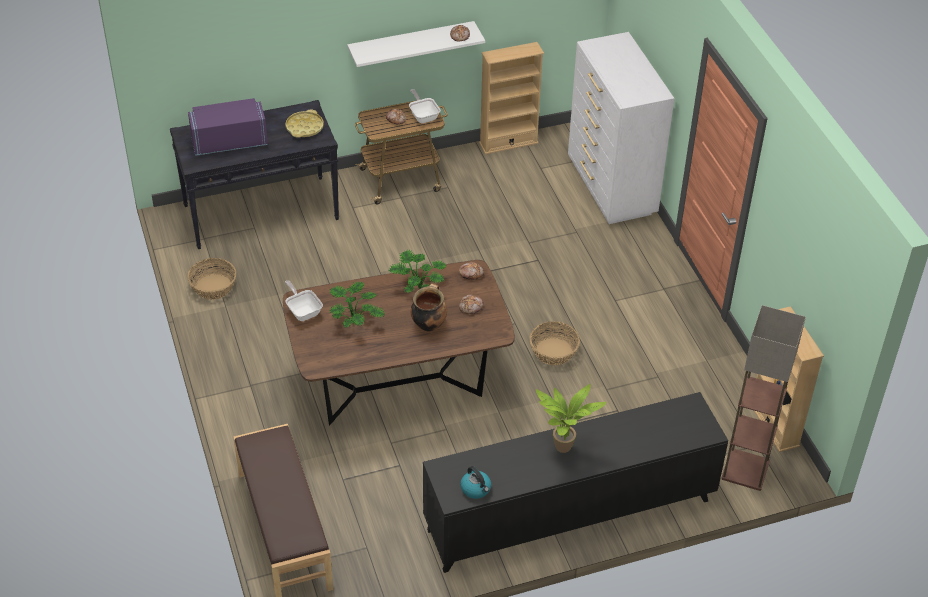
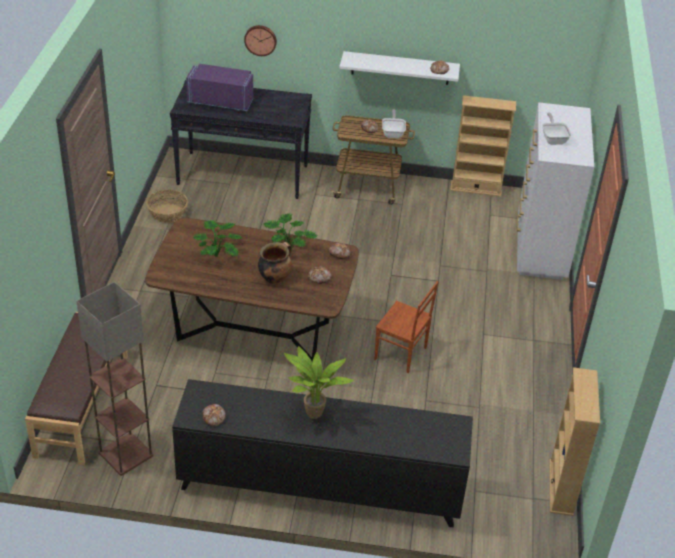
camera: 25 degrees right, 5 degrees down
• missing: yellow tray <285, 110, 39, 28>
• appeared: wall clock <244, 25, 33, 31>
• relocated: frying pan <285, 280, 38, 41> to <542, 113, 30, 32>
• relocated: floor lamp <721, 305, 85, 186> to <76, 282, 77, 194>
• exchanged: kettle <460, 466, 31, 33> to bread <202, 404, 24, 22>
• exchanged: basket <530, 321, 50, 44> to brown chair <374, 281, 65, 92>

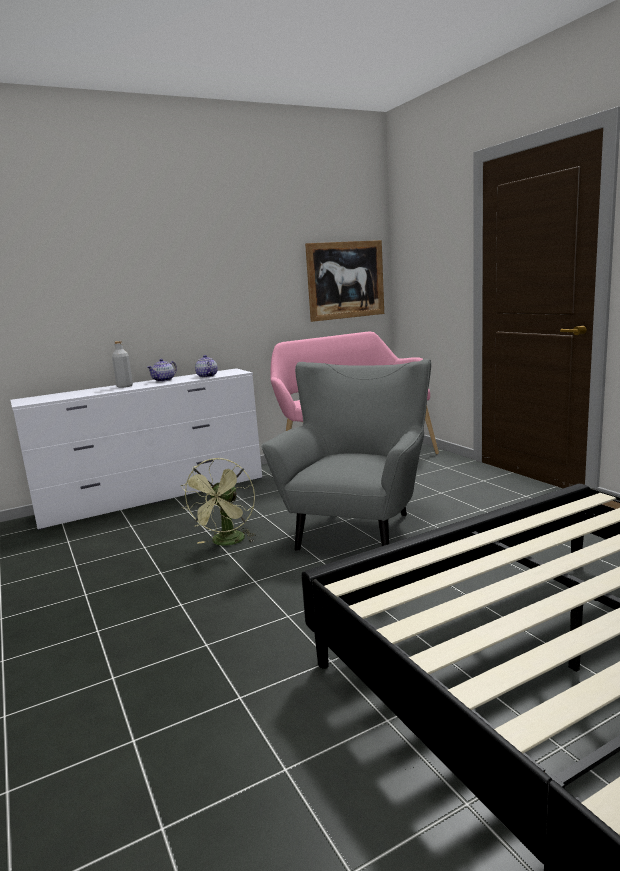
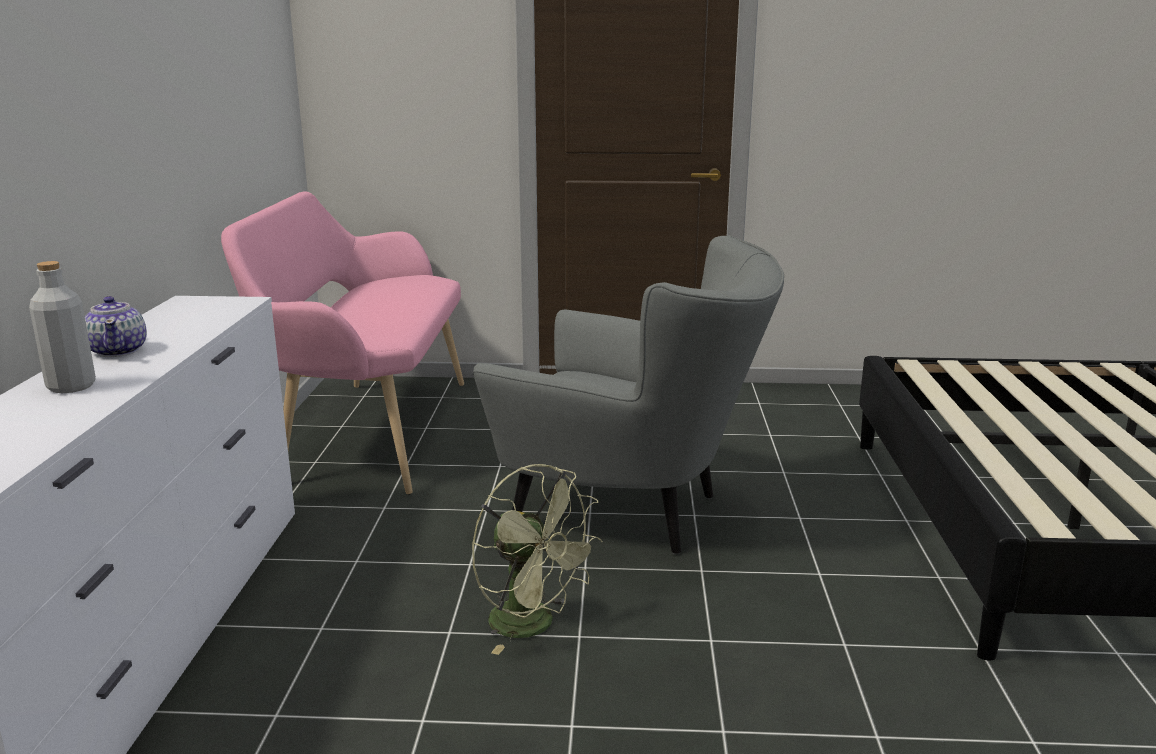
camera: 60 degrees left, 5 degrees up
• missing: teapot <195, 355, 23, 23>
• missing: picture <305, 240, 79, 82>
• spun: grey armchair <261, 359, 170, 193> = <473, 236, 311, 319> 150 degrees clockwise

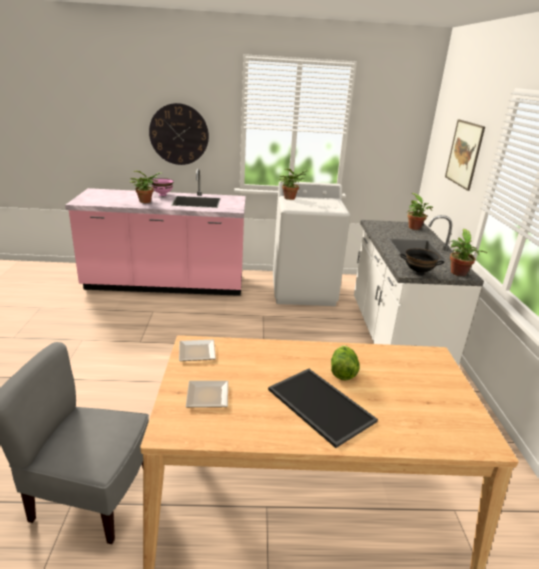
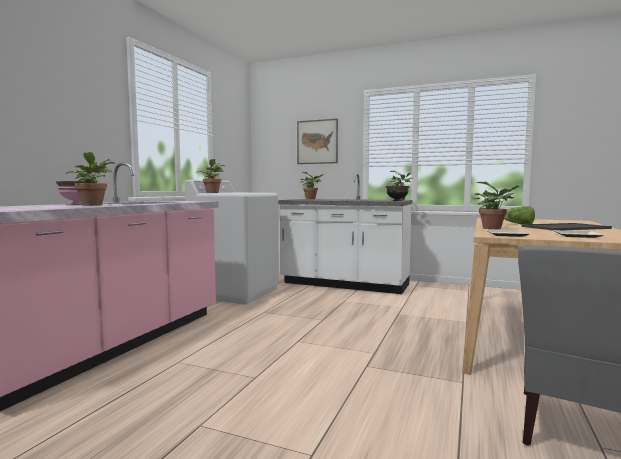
camera: 65 degrees left, 20 degrees down
• missing: wall clock <149, 103, 60, 62>
• appeared: potted plant <473, 182, 49, 47>

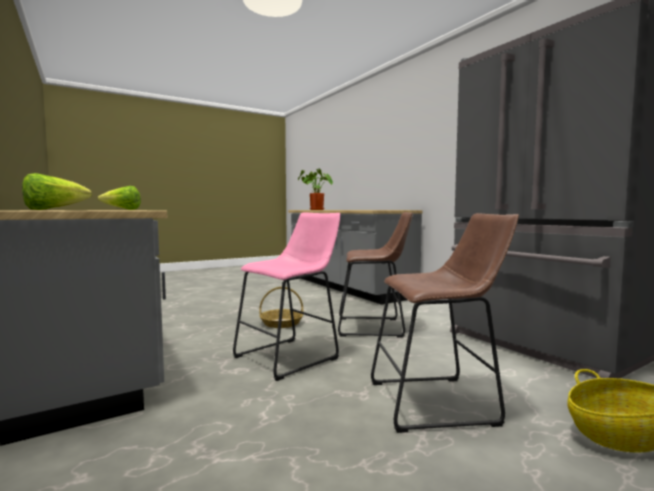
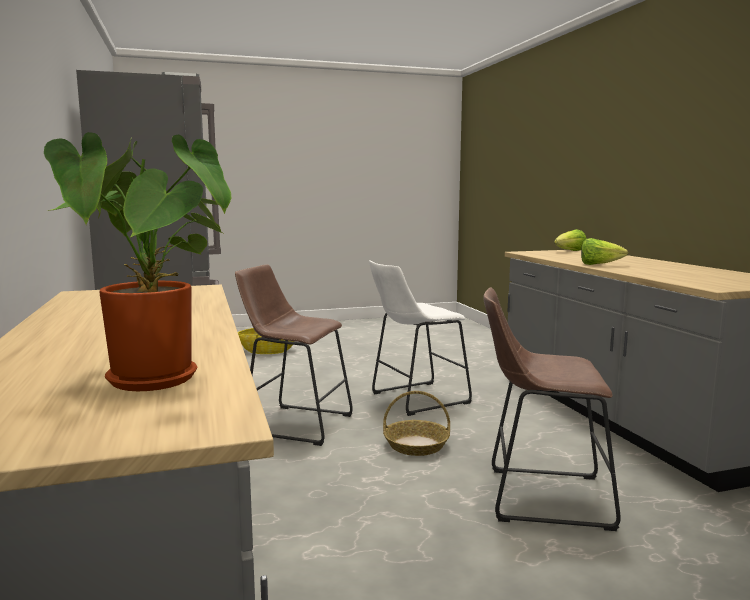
camera: 165 degrees left, 5 degrees up
• relocated: brown stool <371, 213, 148, 220> to <483, 287, 138, 244>
• colour: pink stool <233, 212, 107, 169> to white stool <369, 260, 103, 156>

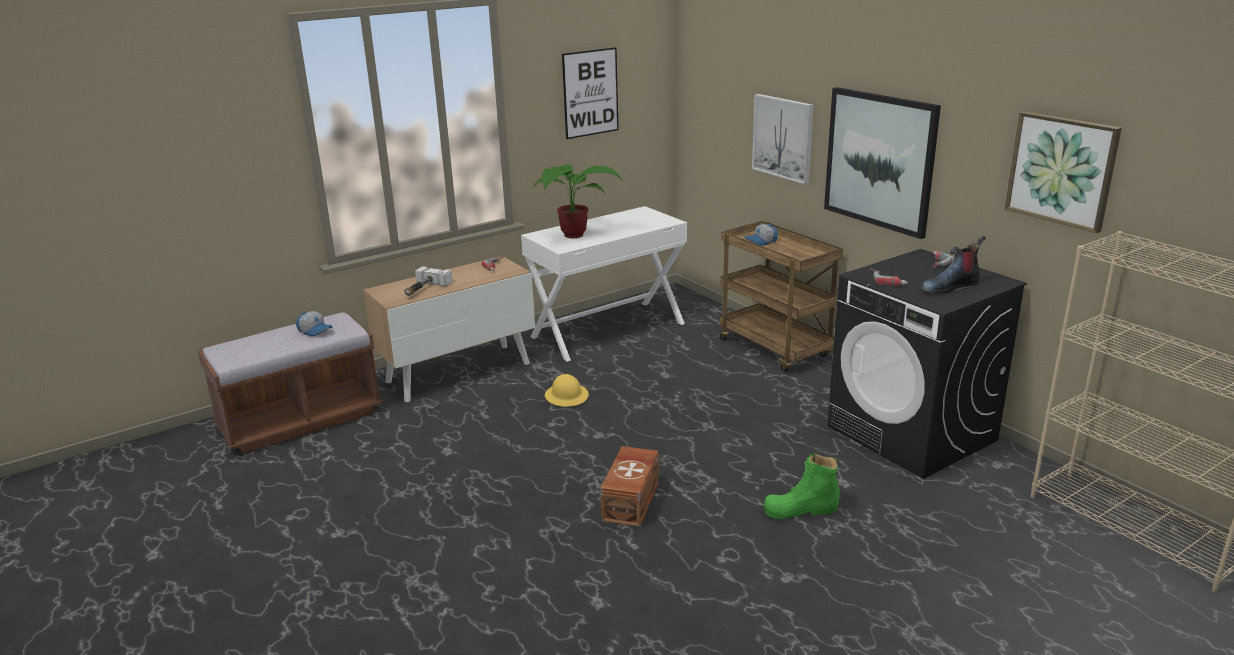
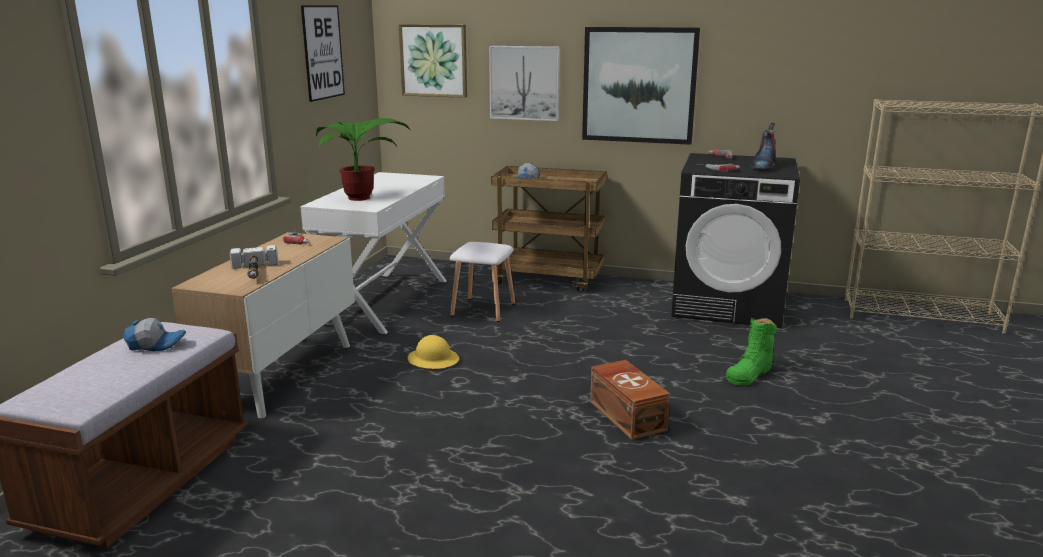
camera: 40 degrees left, 5 degrees down
• appeared: white stool <450, 242, 65, 80>
• relocated: picture <1005, 111, 117, 122> to <399, 24, 68, 74>

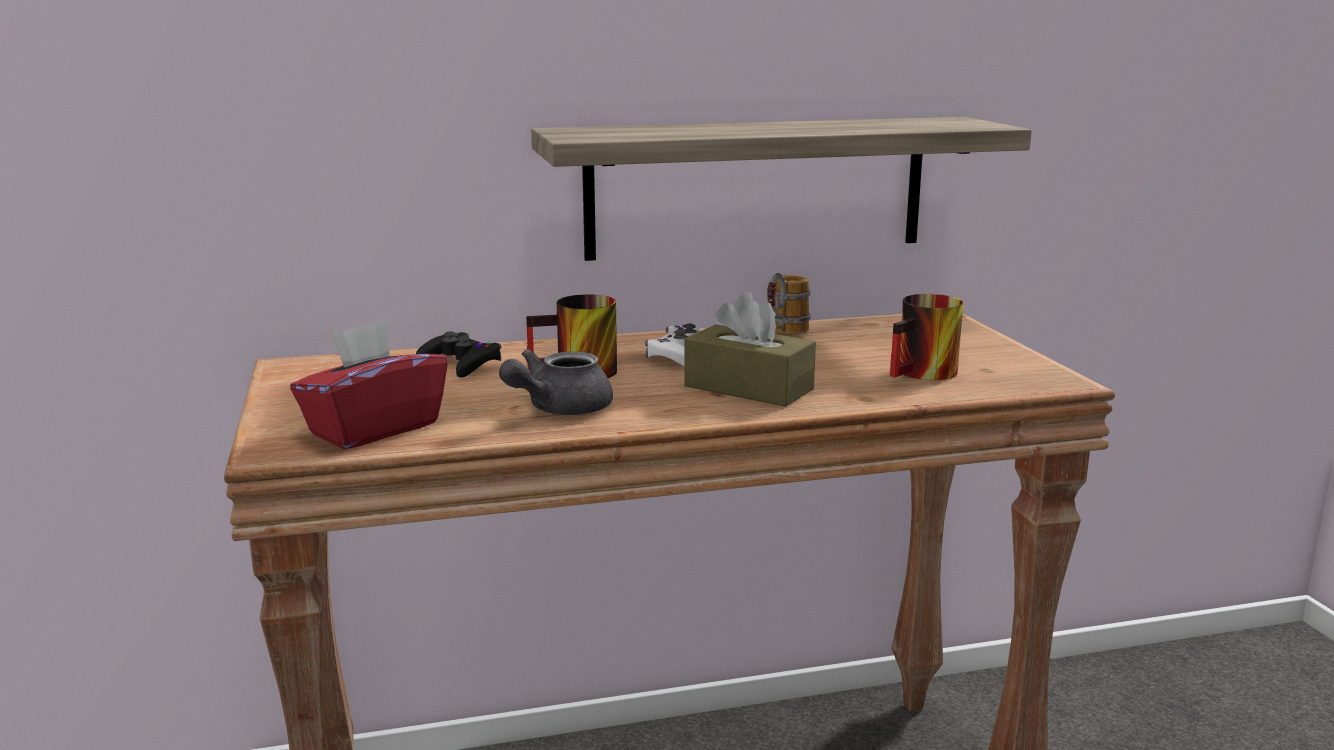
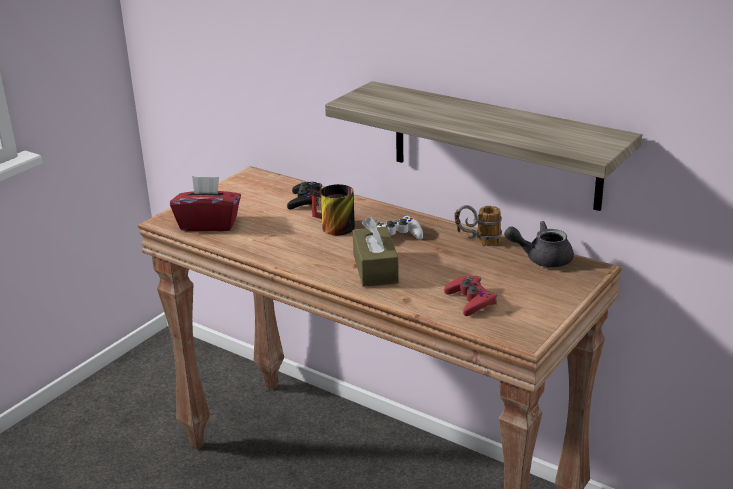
camera: 50 degrees right, 10 degrees up
• relocated: grey teapot <499, 349, 114, 66> to <504, 221, 70, 46>
• exchanged: mug <890, 294, 73, 86> to red game controller <444, 275, 53, 41>

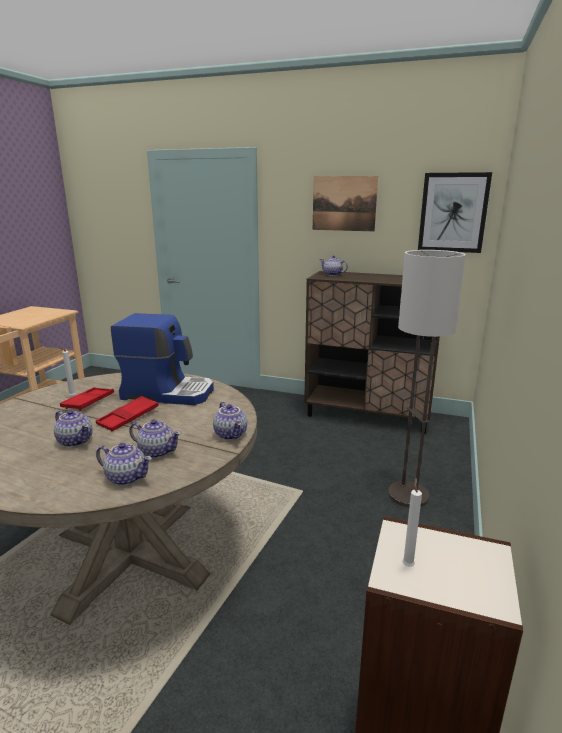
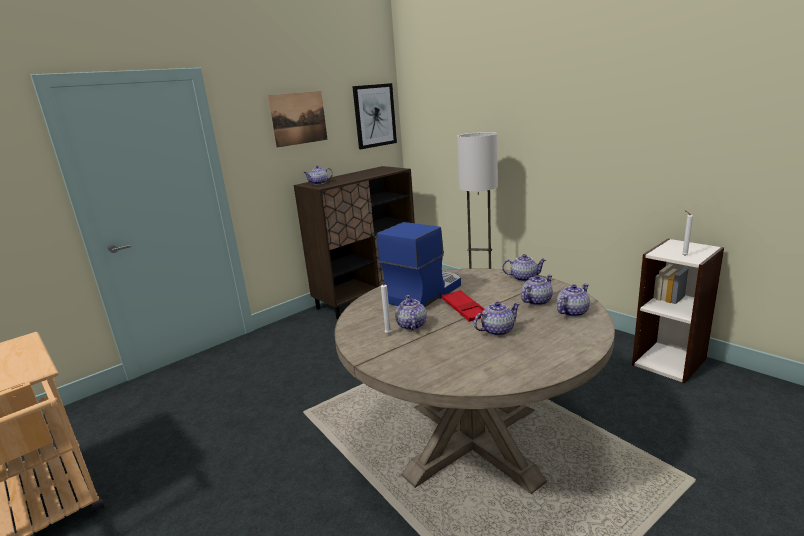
camera: 60 degrees left, 0 degrees up
• exchanged: red tray <60, 387, 54, 24> to teapot <395, 295, 32, 35>

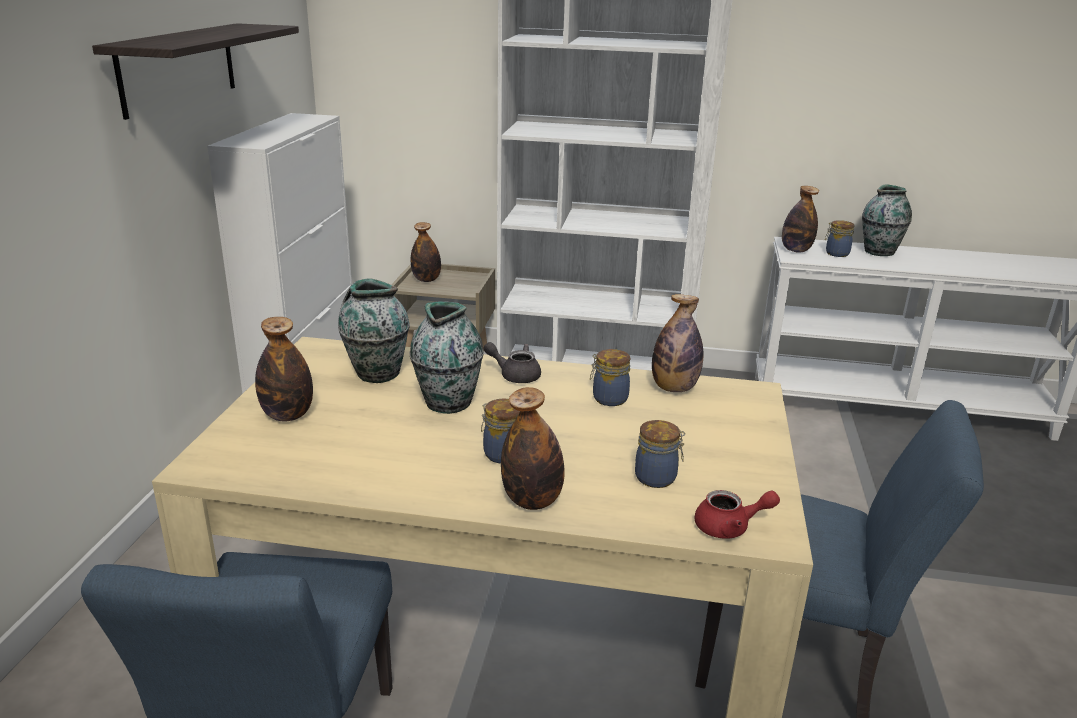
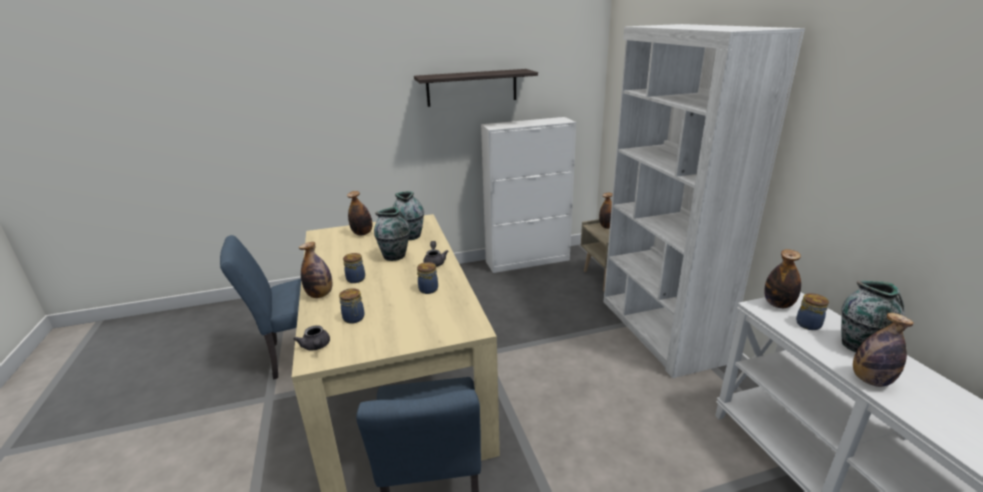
camera: 65 degrees right, 0 degrees up
• relocated: bottle <652, 294, 51, 98> to <853, 313, 61, 74>
• colour: red teapot <695, 490, 85, 49> to grey teapot <293, 325, 37, 26>

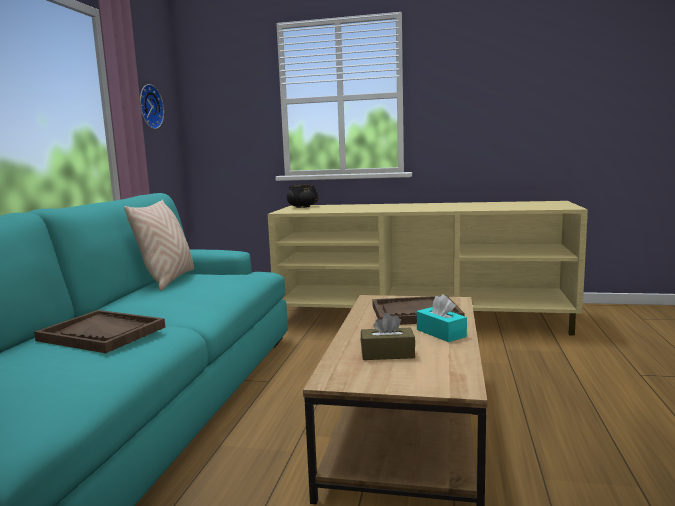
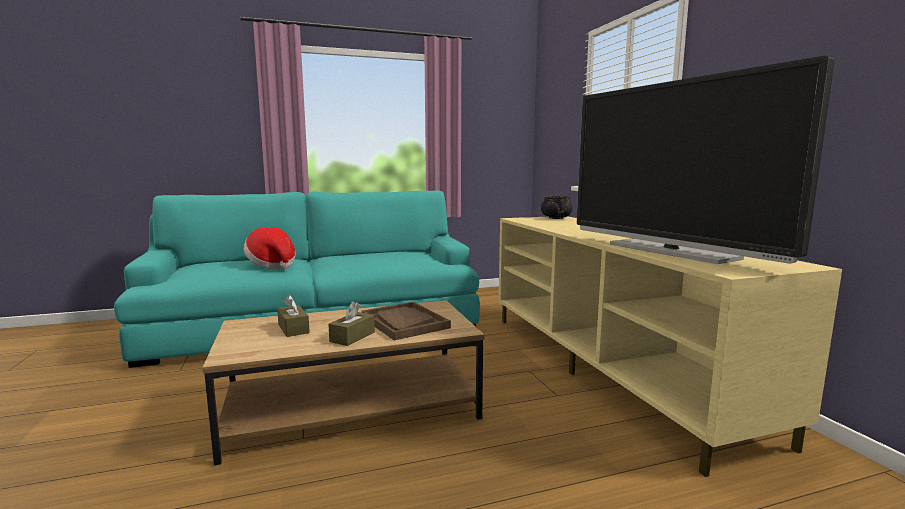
camera: 60 degrees right, 0 degrees up
• missing: beige pillow <124, 199, 70, 92>
• missing: wall clock <140, 84, 24, 45>
• appeared: television <577, 56, 258, 208>
• exchanged: brown tray <34, 310, 131, 43> to hat <244, 227, 52, 42>
• colour: turquoise tissue box <417, 294, 50, 48> to brown tissue box <328, 302, 47, 44>

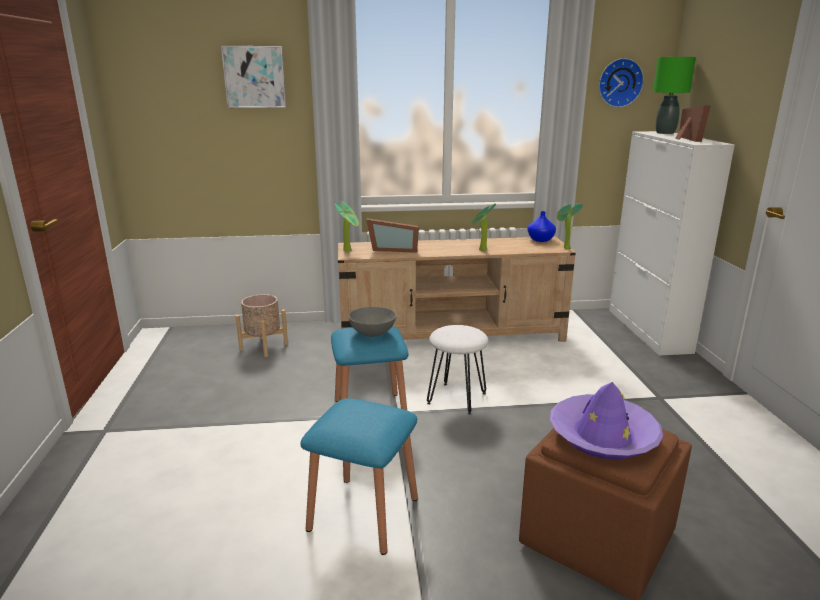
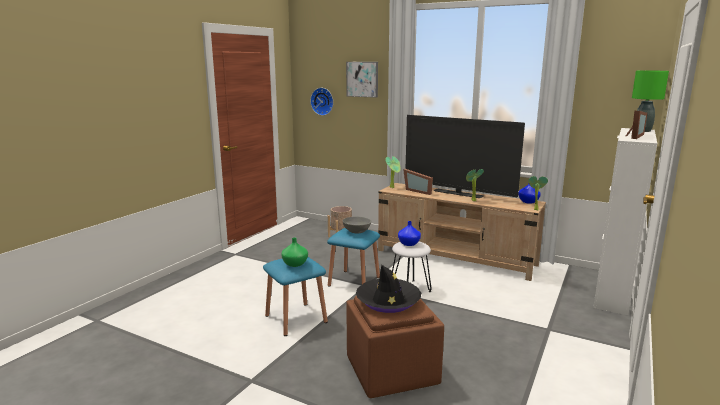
camera: 35 degrees right, 5 degrees down
• appeared: green vase <281, 238, 27, 29>
• appeared: blue vase <398, 221, 23, 25>
• appeared: television <406, 115, 119, 83>
• relocated: wall clock <599, 58, 45, 50> to <310, 88, 24, 28>
• colour: purple hat <550, 382, 113, 78> to black hat <356, 265, 65, 48>

